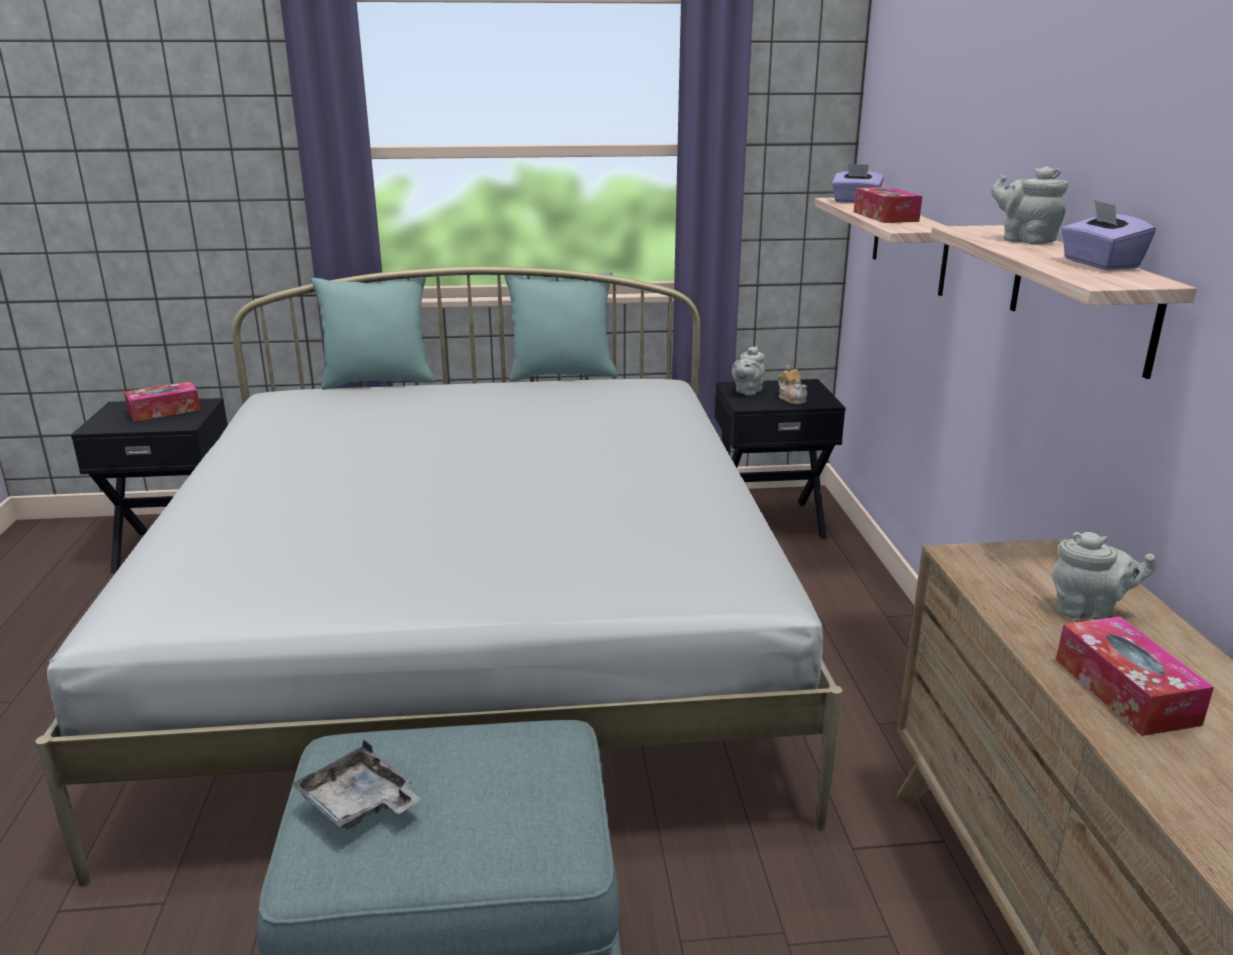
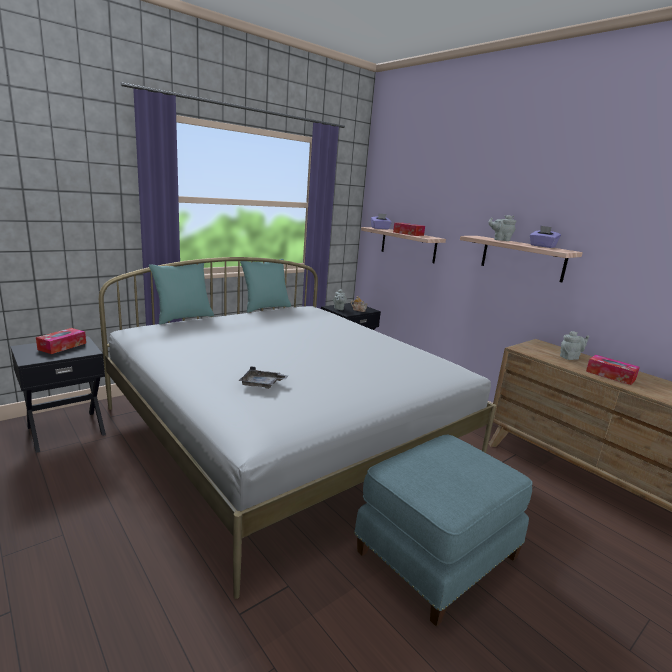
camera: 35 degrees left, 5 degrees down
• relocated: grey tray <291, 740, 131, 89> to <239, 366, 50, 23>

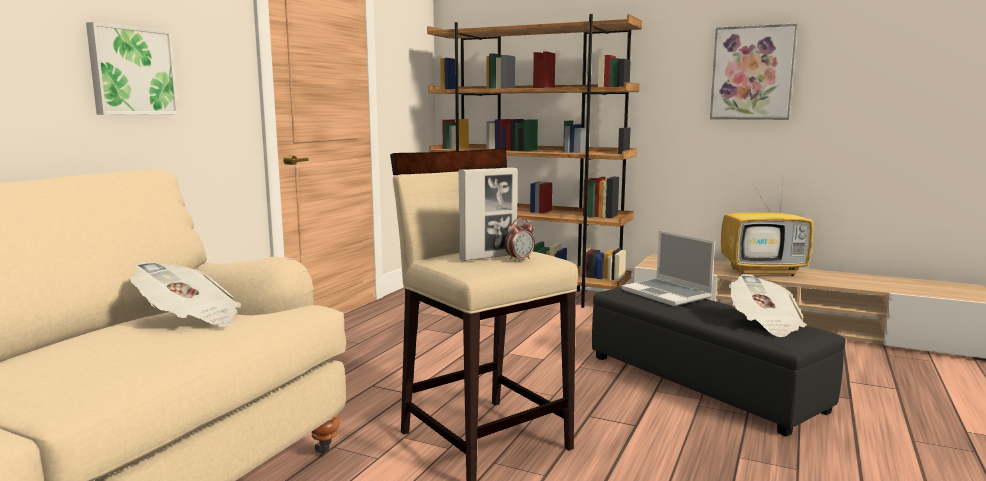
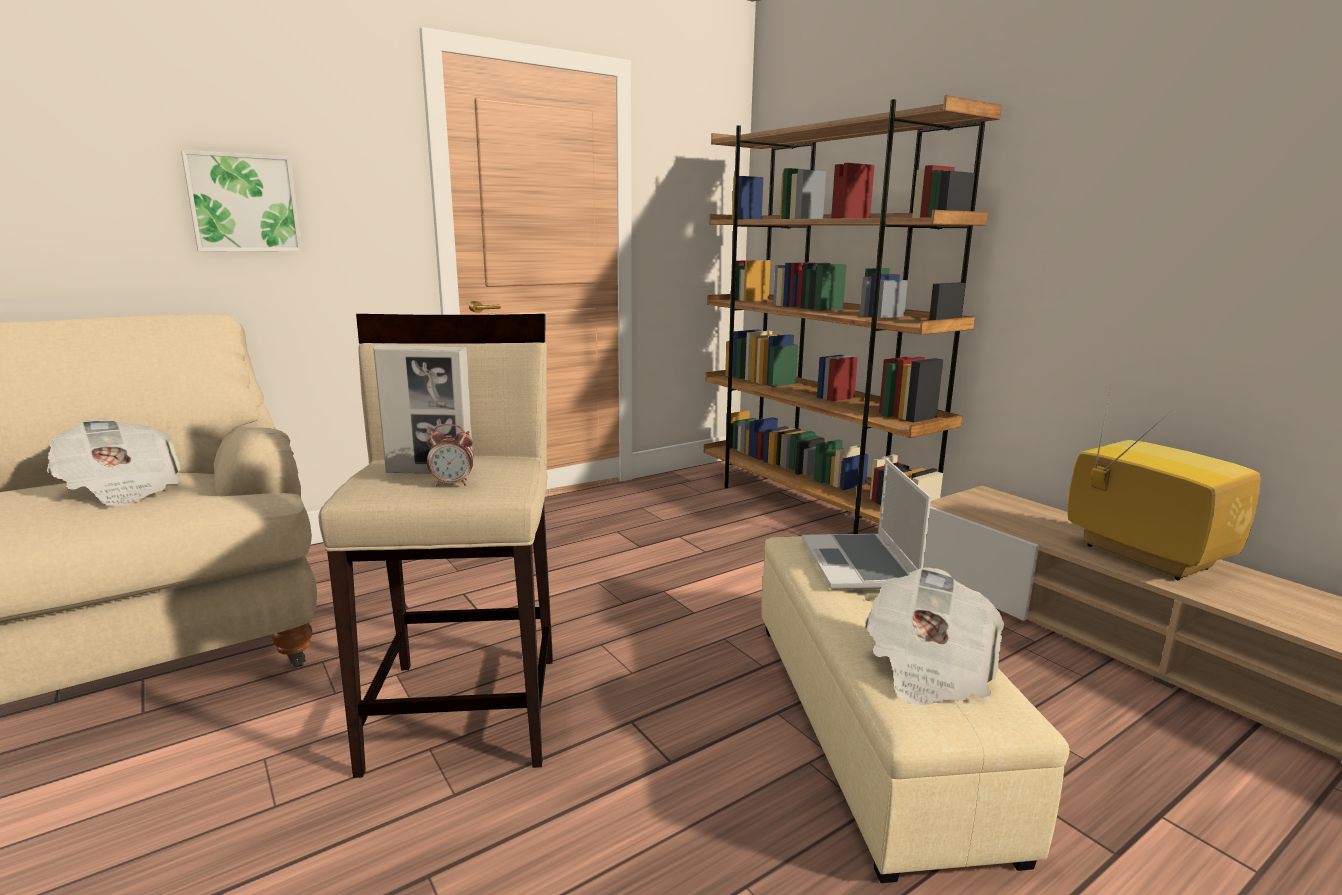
camera: 30 degrees right, 5 degrees up
• missing: picture <710, 23, 87, 97>
• colour: black ottoman <592, 287, 253, 150> to beige ottoman <761, 536, 309, 347>
• spun: television <721, 176, 92, 100> = <1068, 386, 192, 194> 150 degrees counterclockwise

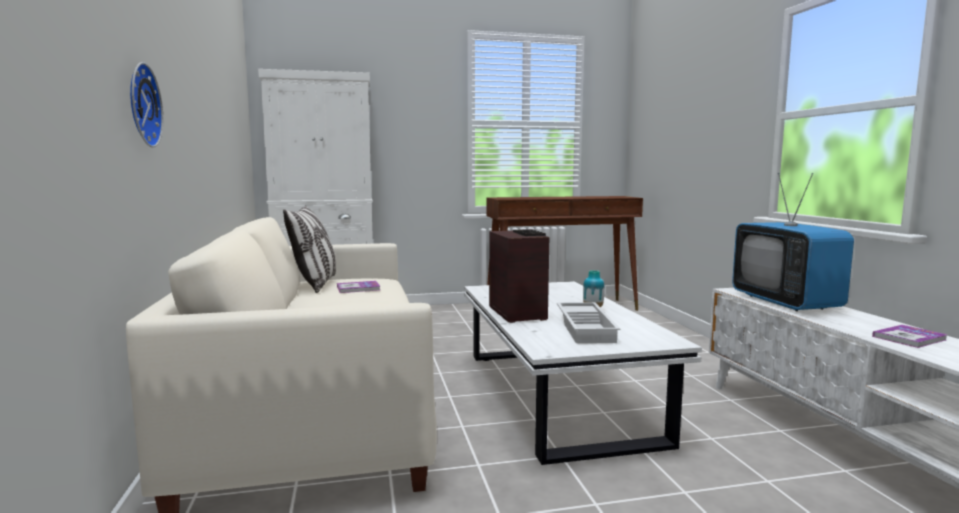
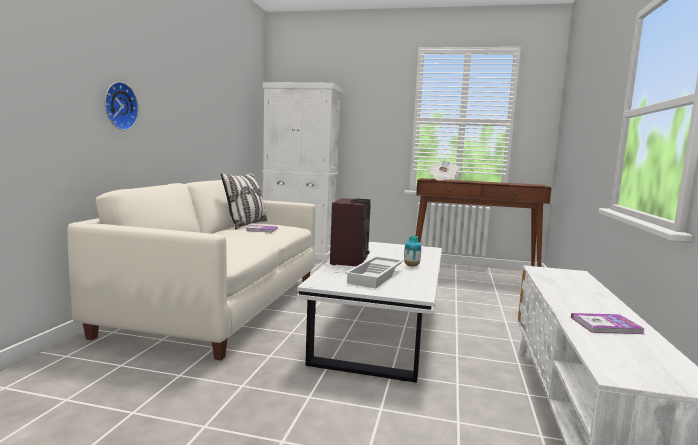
camera: 25 degrees right, 0 degrees up
• missing: television <732, 173, 122, 138>
• appeared: newspaper <429, 161, 31, 19>

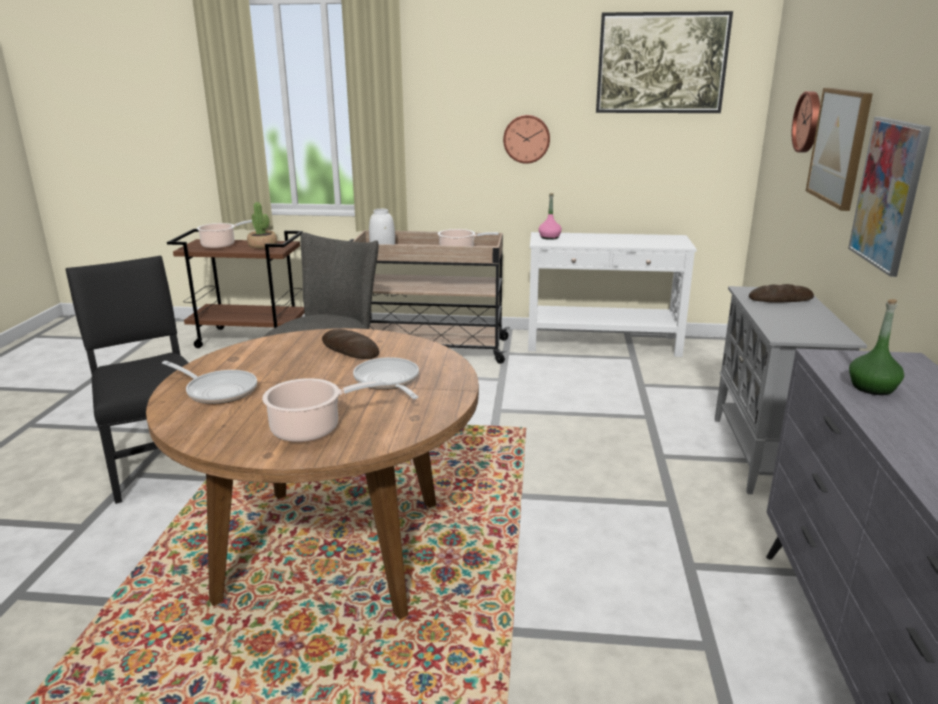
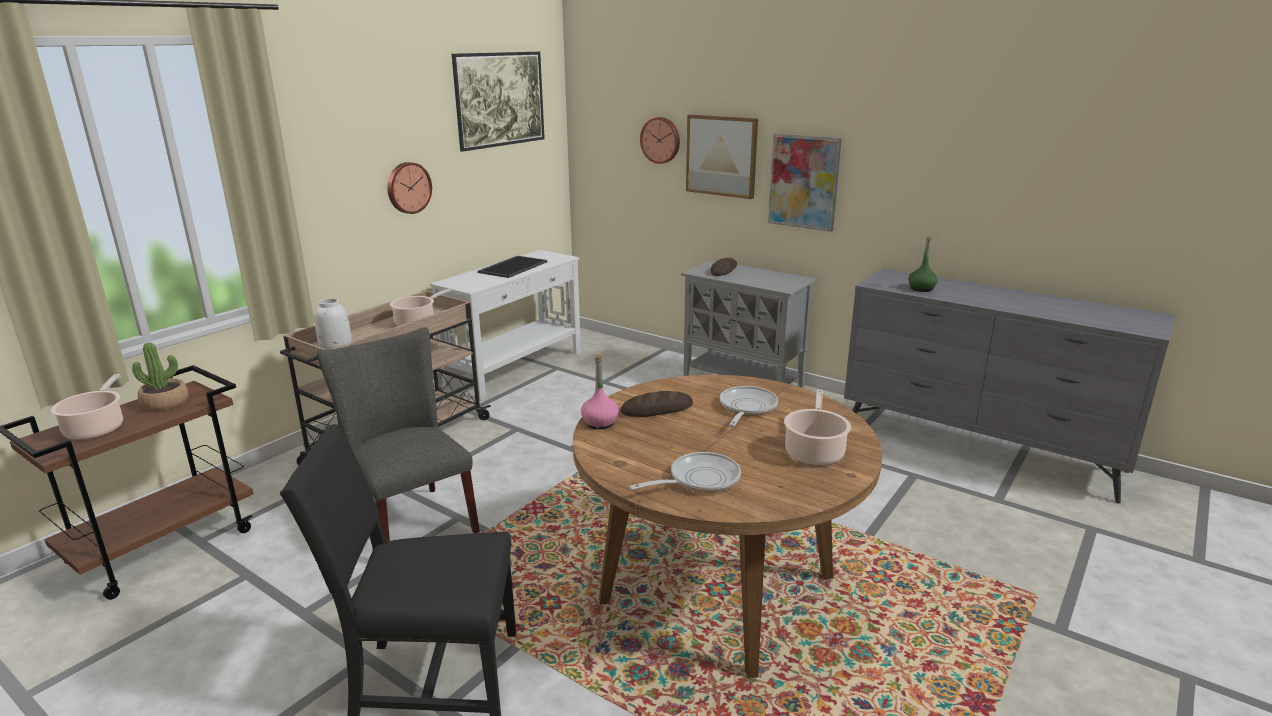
camera: 60 degrees left, 0 degrees up
• appeared: tray <478, 256, 69, 22>
• relocated: pink bottle <538, 193, 24, 47> to <581, 355, 38, 74>
• spun: frying pan <353, 357, 66, 42> = <719, 386, 59, 41> 105 degrees clockwise

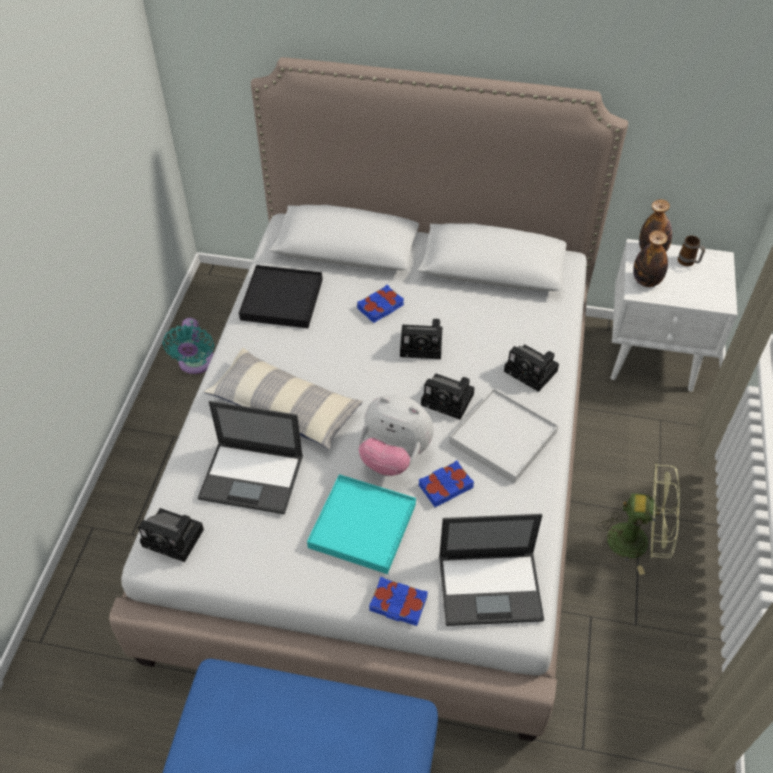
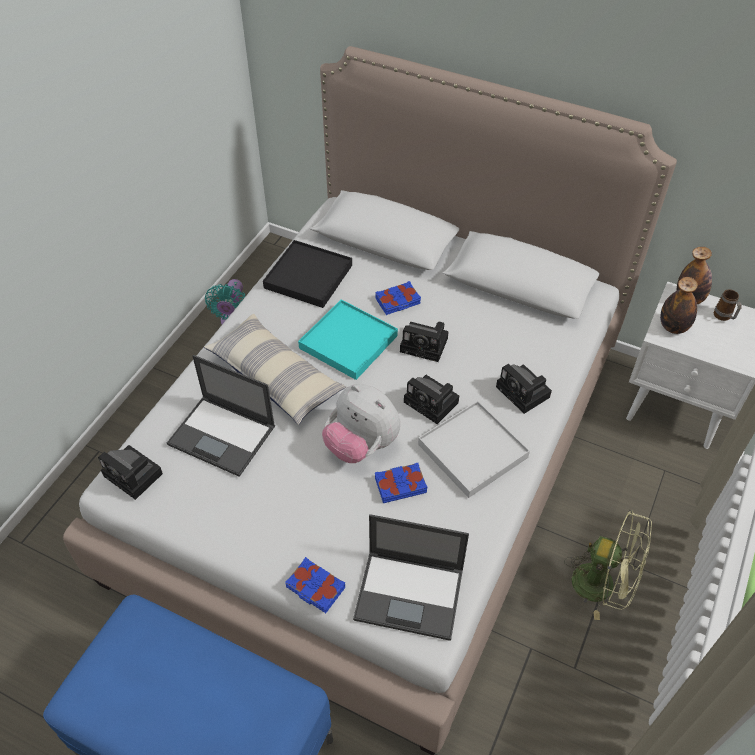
camera: 15 degrees right, 0 degrees up
• relocated: turquoise tray <307, 474, 109, 100> to <298, 300, 100, 80>

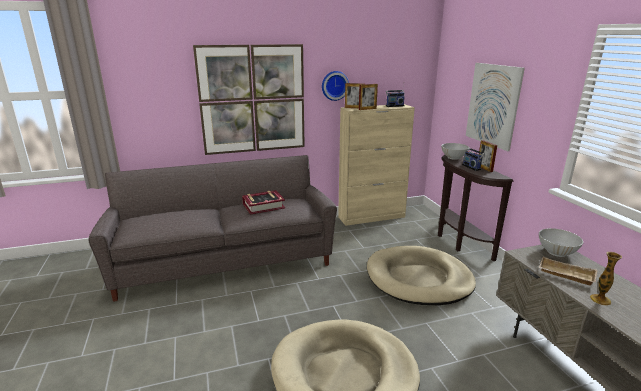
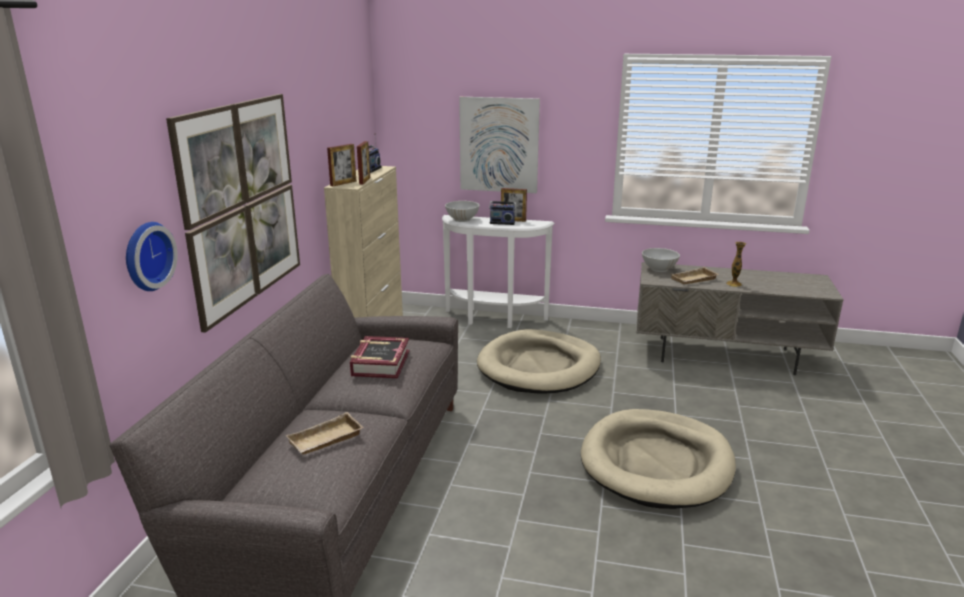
camera: 60 degrees left, 0 degrees up
• appeared: beige tray <286, 412, 78, 43>
• relocated: wall clock <322, 71, 27, 30> to <126, 222, 52, 69>
• colour: brown console table <438, 155, 75, 106> to white console table <442, 215, 113, 113>

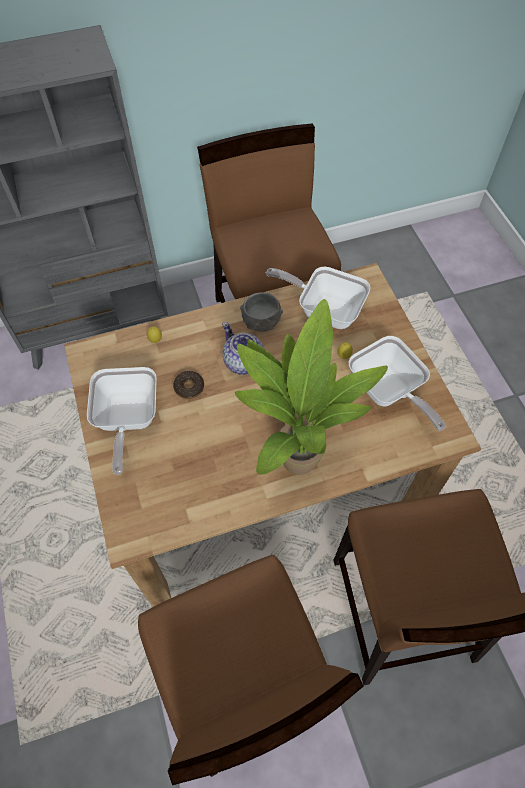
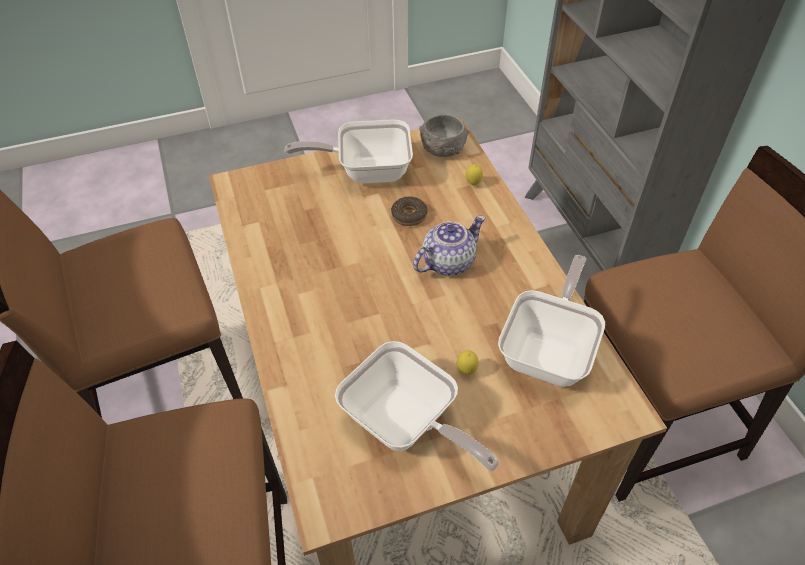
camera: 90 degrees right, 10 degrees down
• missing: potted plant <235, 299, 153, 176>
• relocated: grey bowl <240, 292, 43, 40> to <419, 113, 50, 44>
• spun: frying pan <348, 336, 98, 95> = <335, 341, 164, 130> 105 degrees counterclockwise

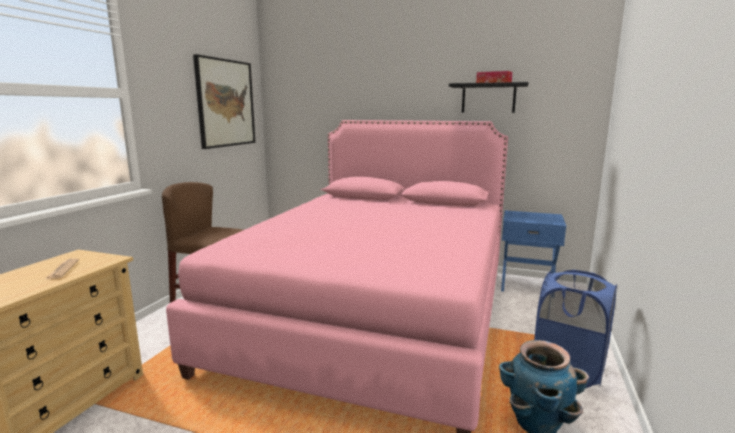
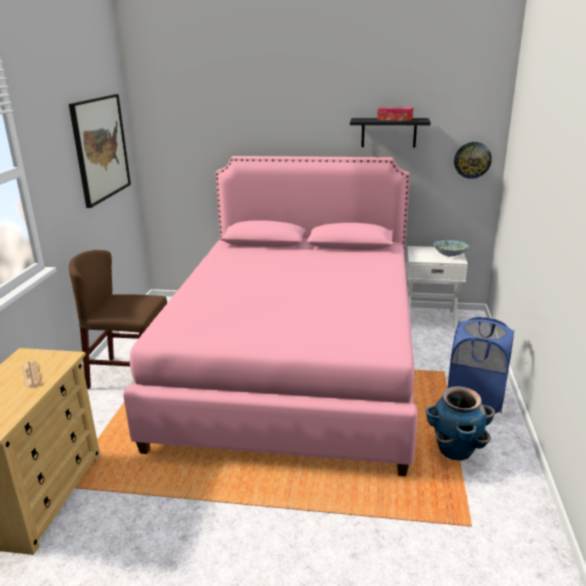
camera: 10 degrees left, 10 degrees up
• appeared: bowl <433, 239, 36, 18>
• appeared: wall clock <454, 142, 38, 37>
• colour: blue nightstand <501, 210, 65, 82> to white nightstand <406, 246, 62, 84>

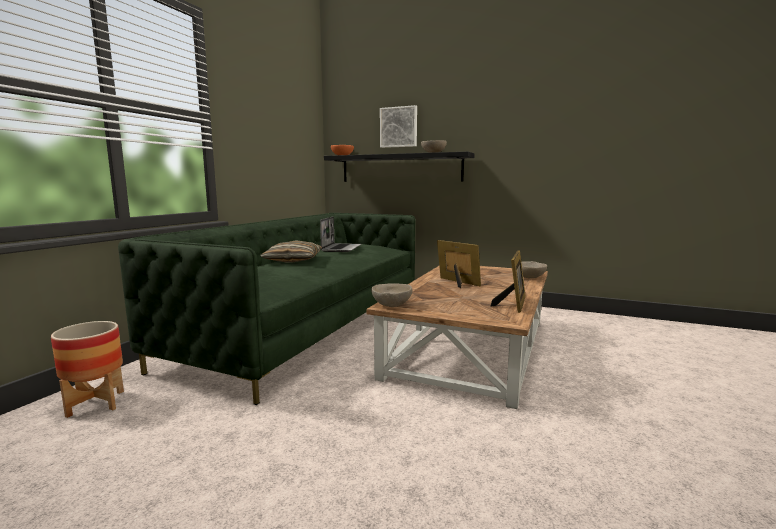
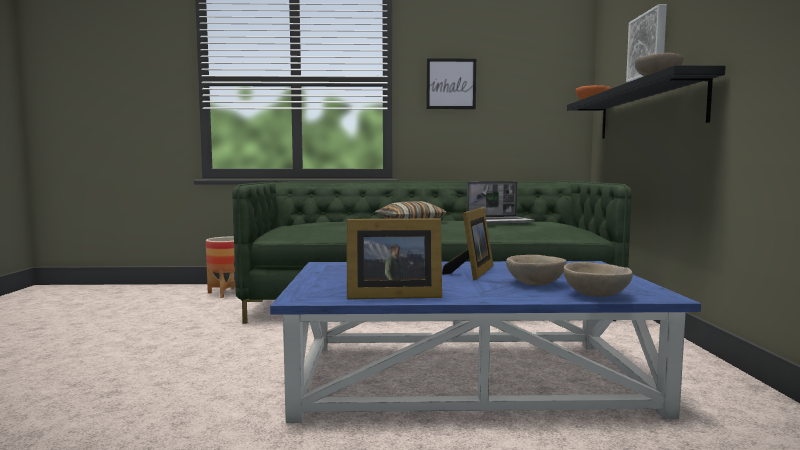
camera: 65 degrees right, 5 degrees down
• appeared: picture <427, 58, 49, 51>
• relocated: beige bowl <371, 283, 41, 24> to <506, 255, 61, 30>
• colour: brown coffee table <367, 266, 181, 143> to blue coffee table <270, 261, 431, 162>

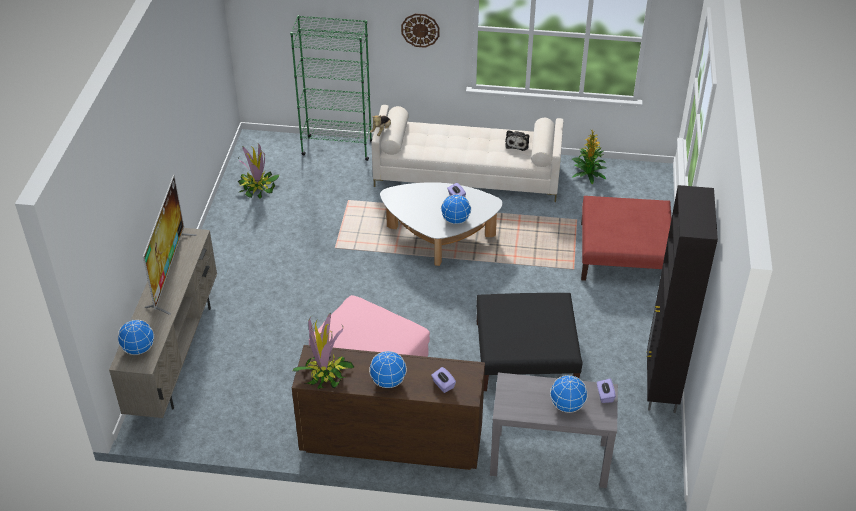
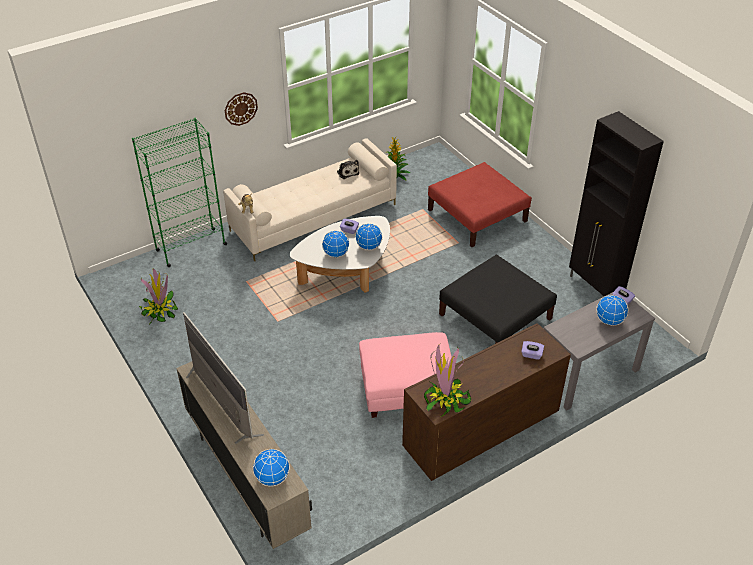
camera: 40 degrees left, 0 degrees up
• relocated: globe <369, 351, 38, 37> to <322, 231, 27, 27>

